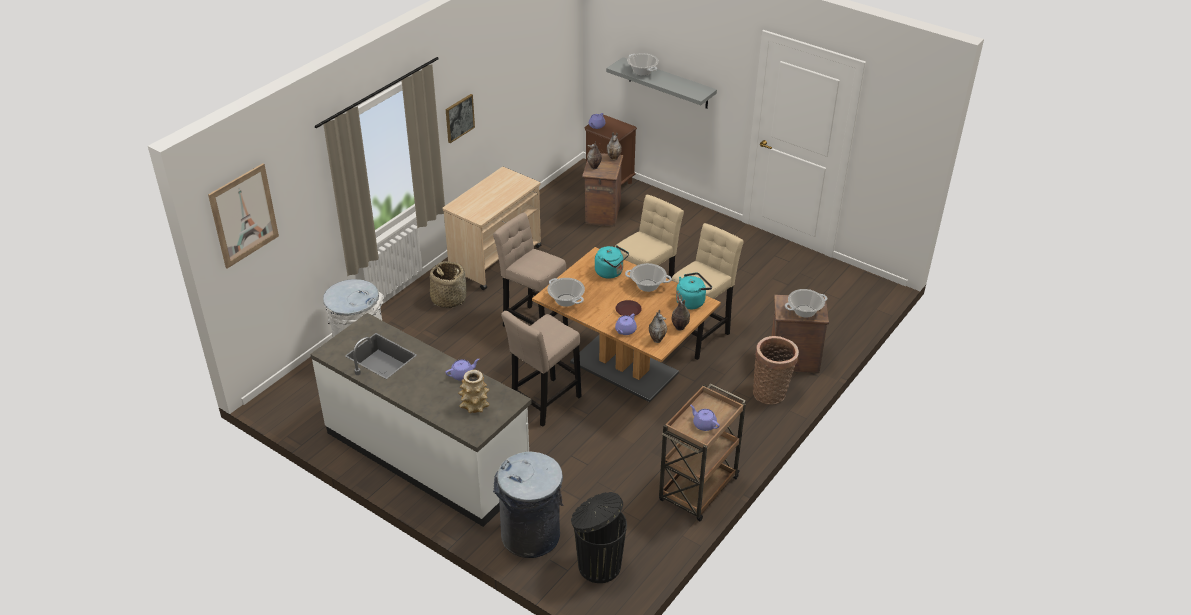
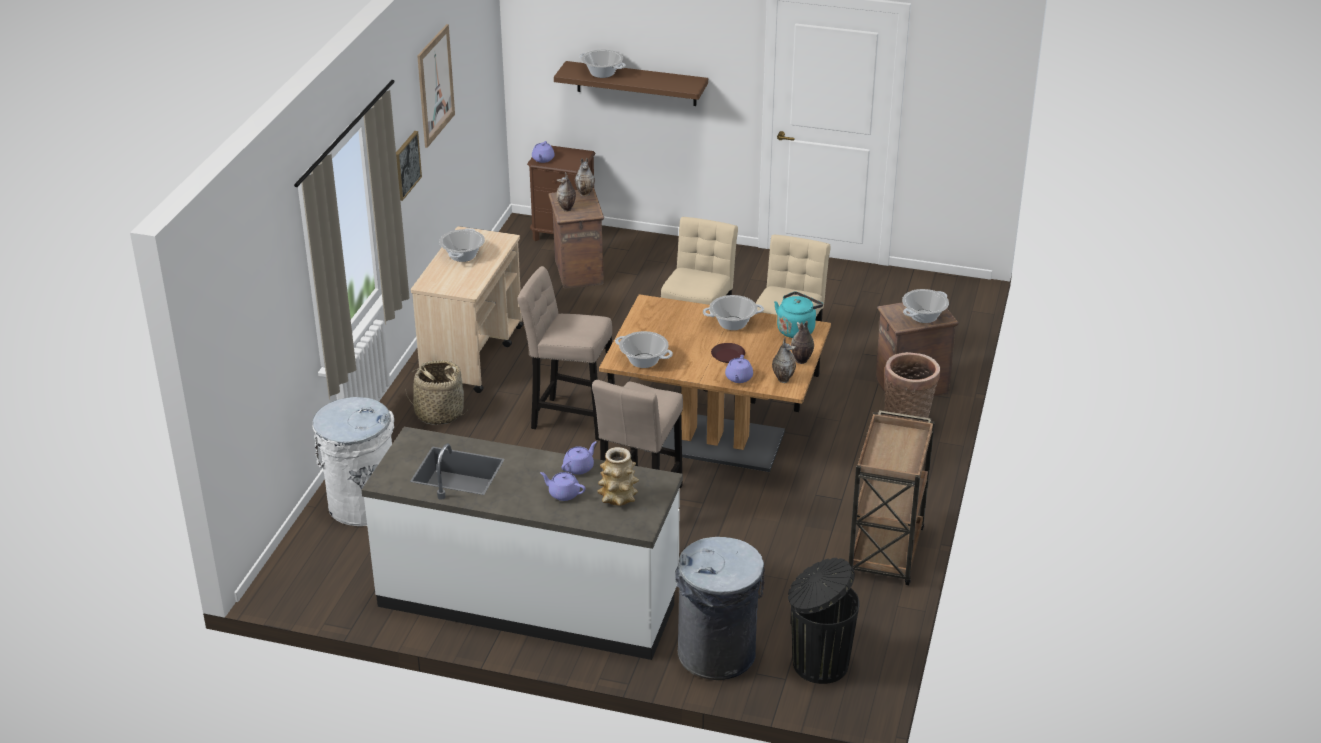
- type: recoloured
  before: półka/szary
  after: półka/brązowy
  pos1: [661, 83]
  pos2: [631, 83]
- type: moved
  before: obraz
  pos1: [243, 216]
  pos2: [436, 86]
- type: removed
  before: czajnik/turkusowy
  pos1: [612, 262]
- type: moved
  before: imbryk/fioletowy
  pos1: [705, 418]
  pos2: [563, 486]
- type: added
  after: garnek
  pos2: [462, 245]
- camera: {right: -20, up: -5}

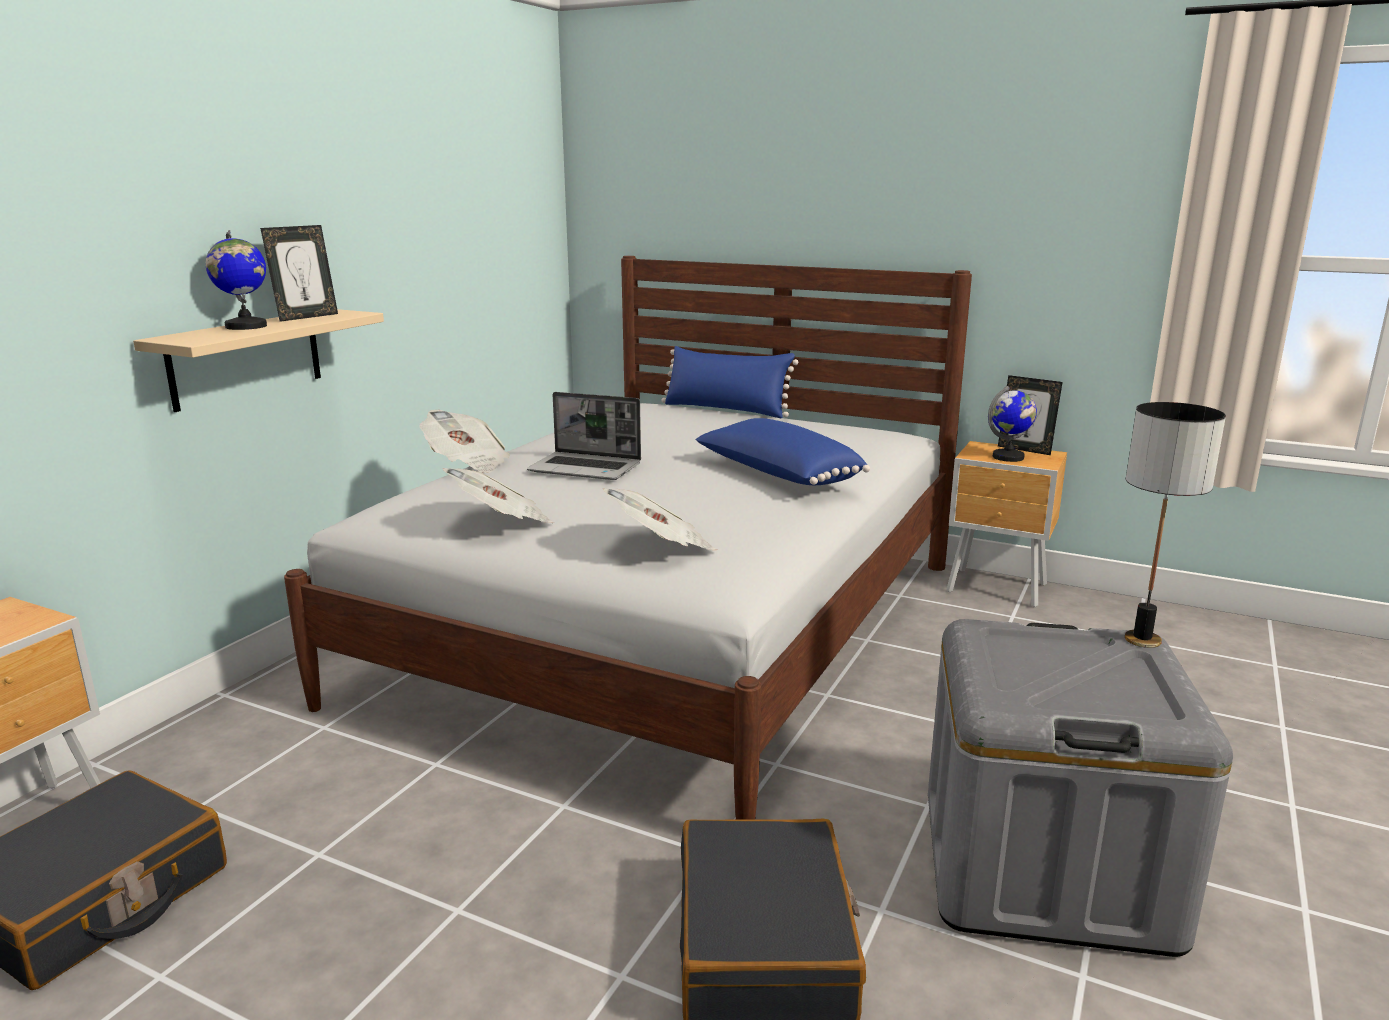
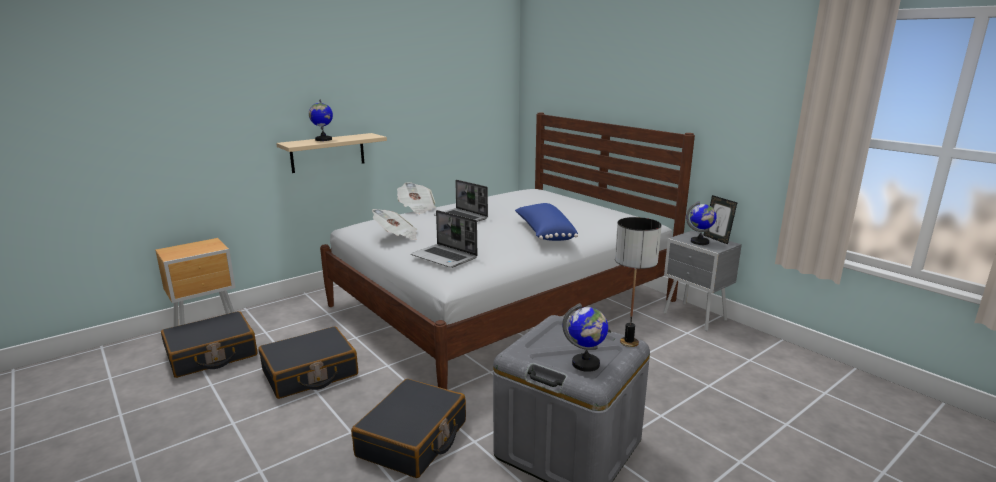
- type: removed
  before: ramka na zdjęcie
  pos1: [299, 273]
- type: removed
  before: poduszka/niebieski
  pos1: [729, 382]
- type: recoloured
  before: szafka nocna/brązowy
  after: szafka nocna/szary
  pos1: [1007, 524]
  pos2: [702, 281]
- type: replaced
  before: gazeta
  after: laptop
  pos1: [660, 520]
  pos2: [444, 239]
- type: added
  after: globus
  pos2: [585, 337]
- type: added
  after: walizka/czarny
  pos2: [308, 363]
- camera: {right: 25, up: 0}

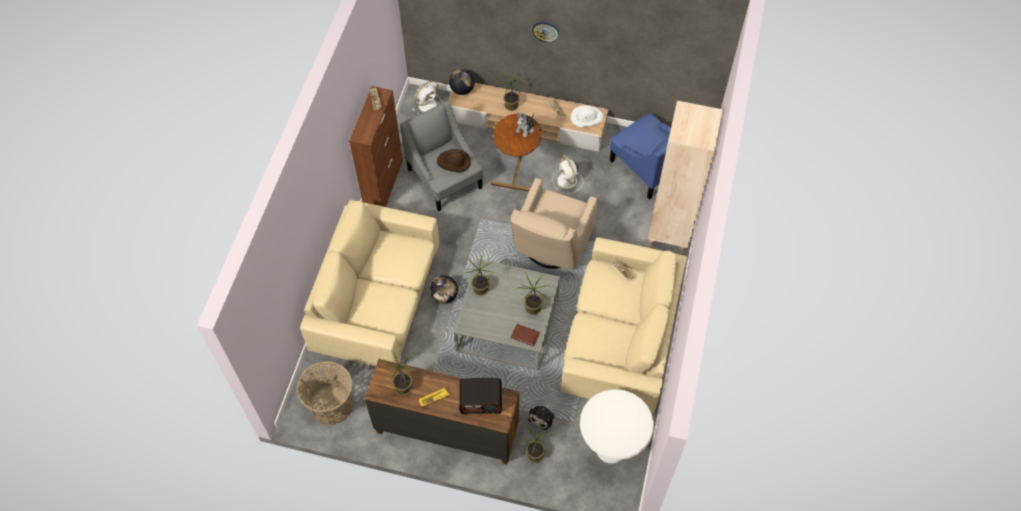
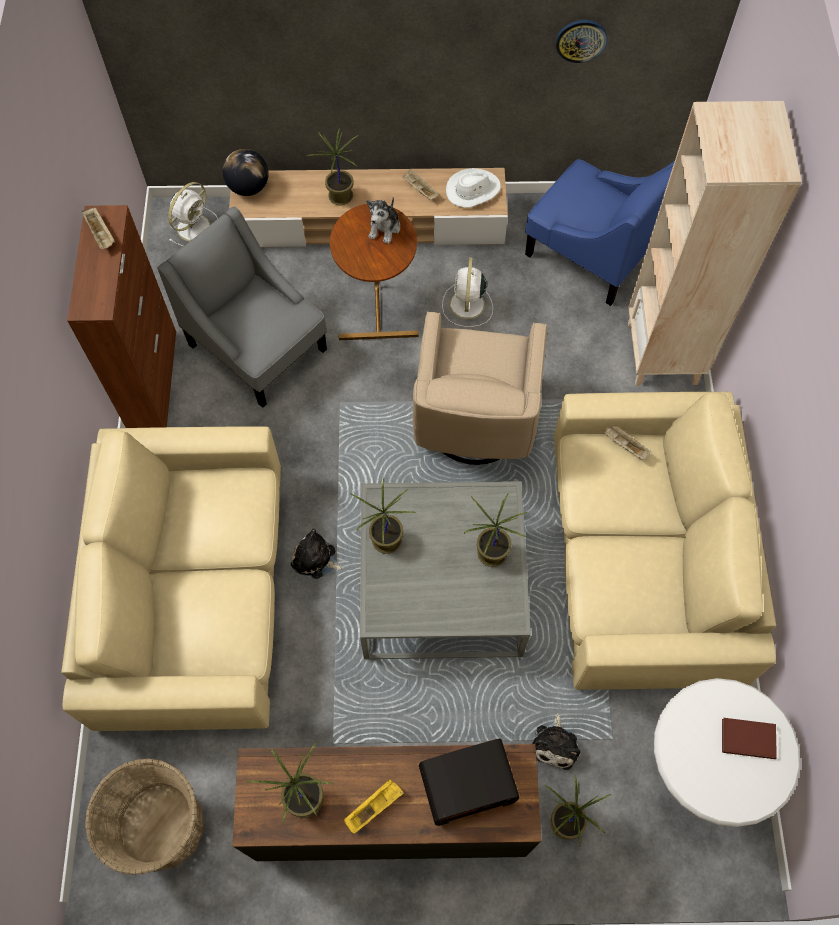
- type: moved
  before: zegar ścienny
  pos1: [545, 31]
  pos2: [581, 41]
- type: removed
  before: kapelusz/brązowy
  pos1: [454, 160]
- type: turned
  before: wentylator/biały
  pos1: [567, 174]
  pos2: [467, 292]
  turn: 45
- type: replaced
  before: globus
  after: pluszak
  pos1: [444, 289]
  pos2: [317, 554]
- type: moved
  before: książka/brązowy
  pos1: [525, 335]
  pos2: [749, 738]
- camera: {right: -15, up: 5}

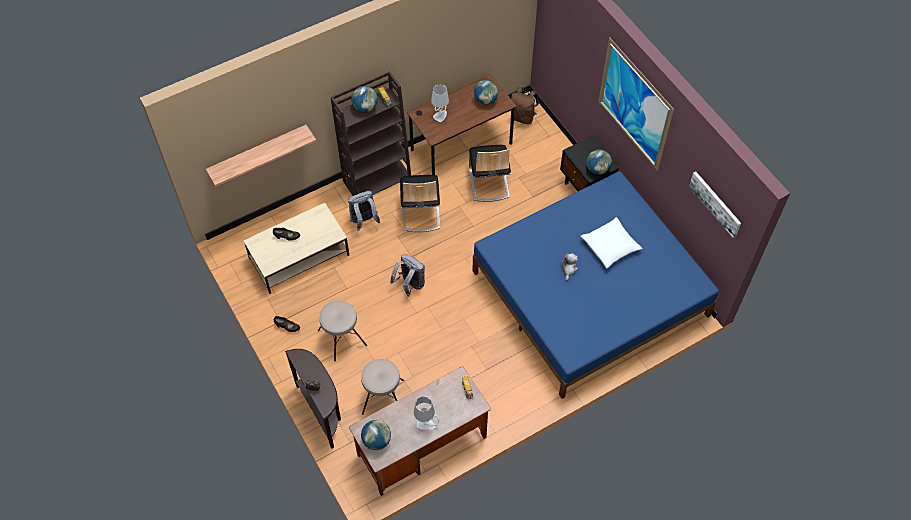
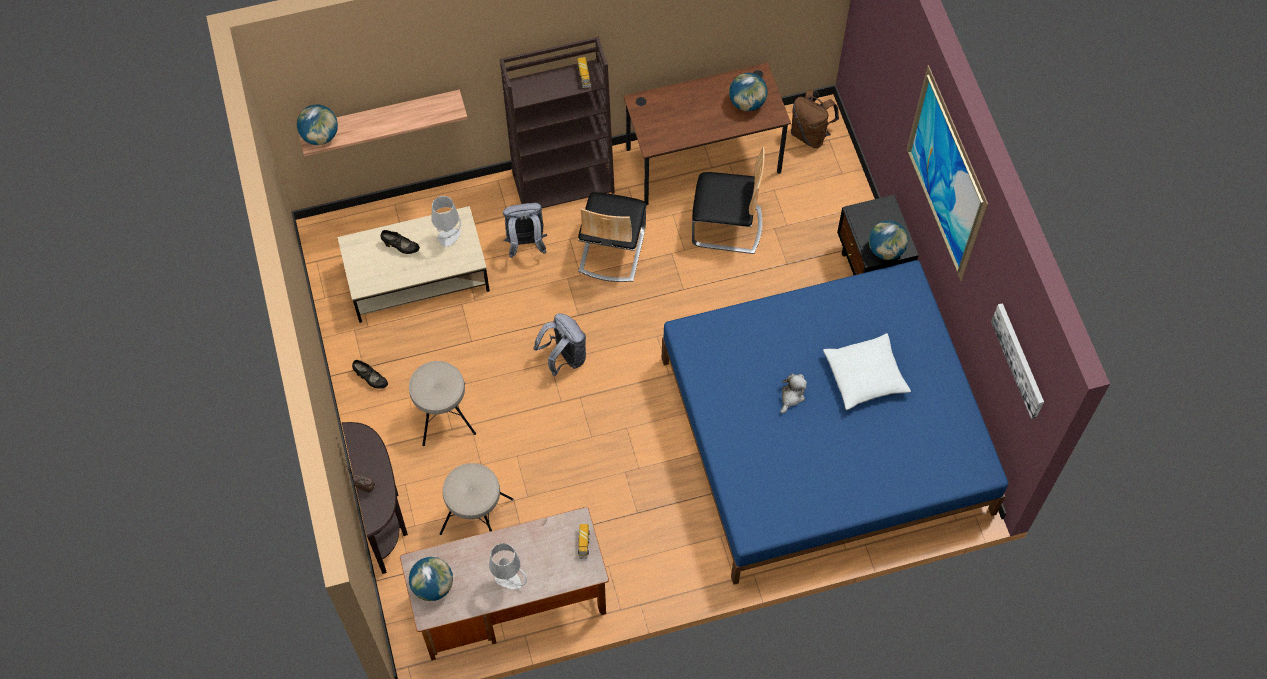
- type: moved
  before: lampa stołowa/szary
  pos1: [440, 103]
  pos2: [446, 221]
- type: moved
  before: globus
  pos1: [364, 99]
  pos2: [317, 125]
- type: turned
  before: krzesło
  pos1: [490, 173]
  pos2: [728, 200]
  turn: -90
- camera: {right: 15, up: 5}

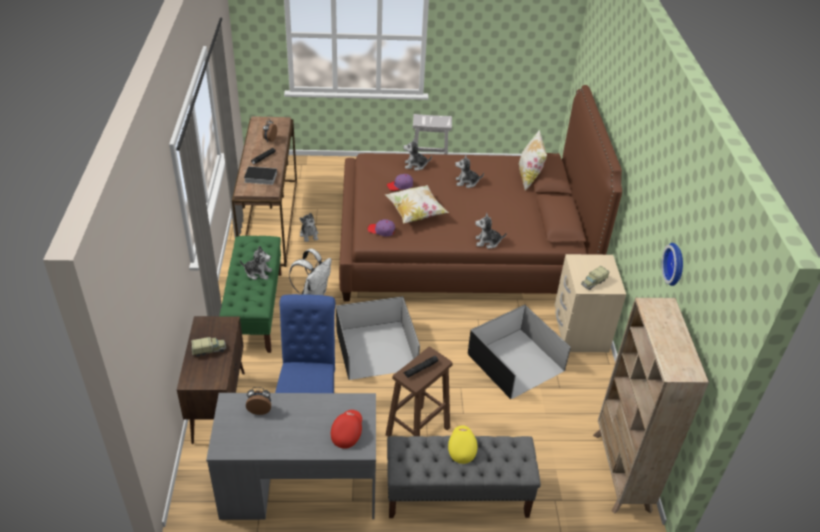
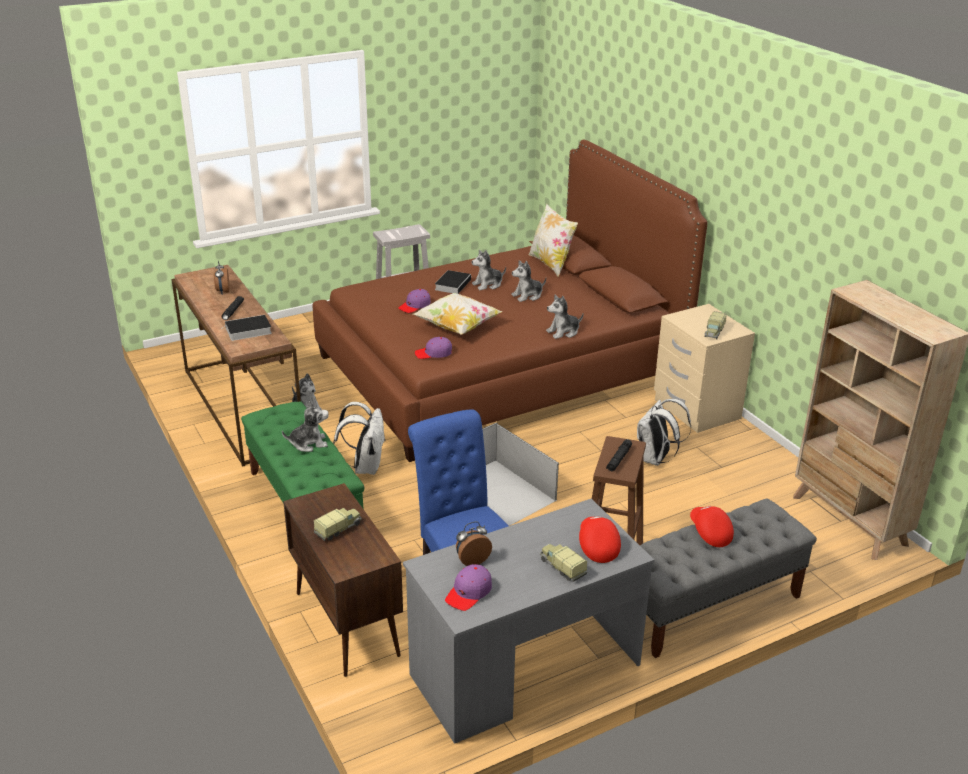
- type: moved
  before: pluszak
  pos1: [417, 154]
  pos2: [528, 281]
- type: removed
  before: zegar ścienny
  pos1: [672, 264]
- type: replaced
  before: pojemnik do przechowywania/czarny
  after: plecak/biały
  pos1: [519, 352]
  pos2: [664, 432]
- type: recoloured
  before: czapka z daszkiem/żółty
  after: czapka z daszkiem/czerwony
  pos1: [462, 444]
  pos2: [712, 526]
- type: added
  after: książka
  pos2: [453, 282]
- type: added
  after: ciężarówka zabawkowa
  pos2: [563, 563]
- type: added
  after: czapka z daszkiem/fioletowy
  pos2: [468, 587]
- camera: {right: -25, up: -10}

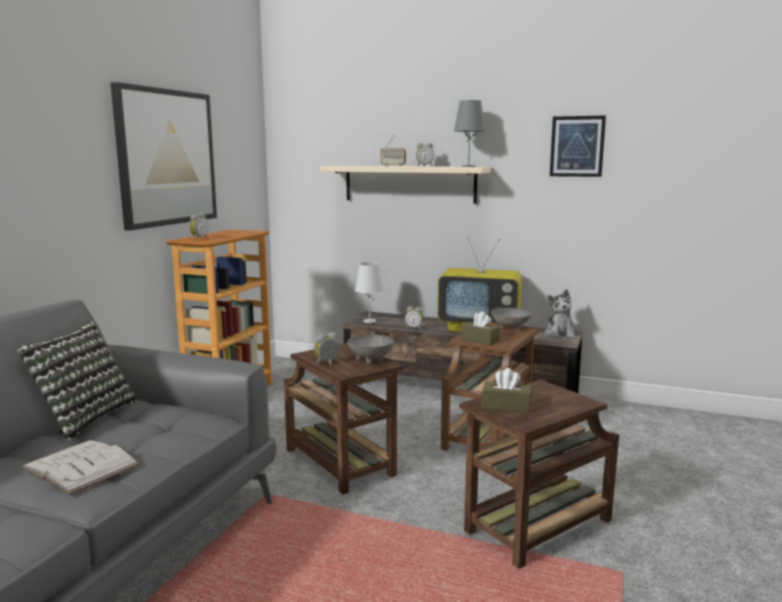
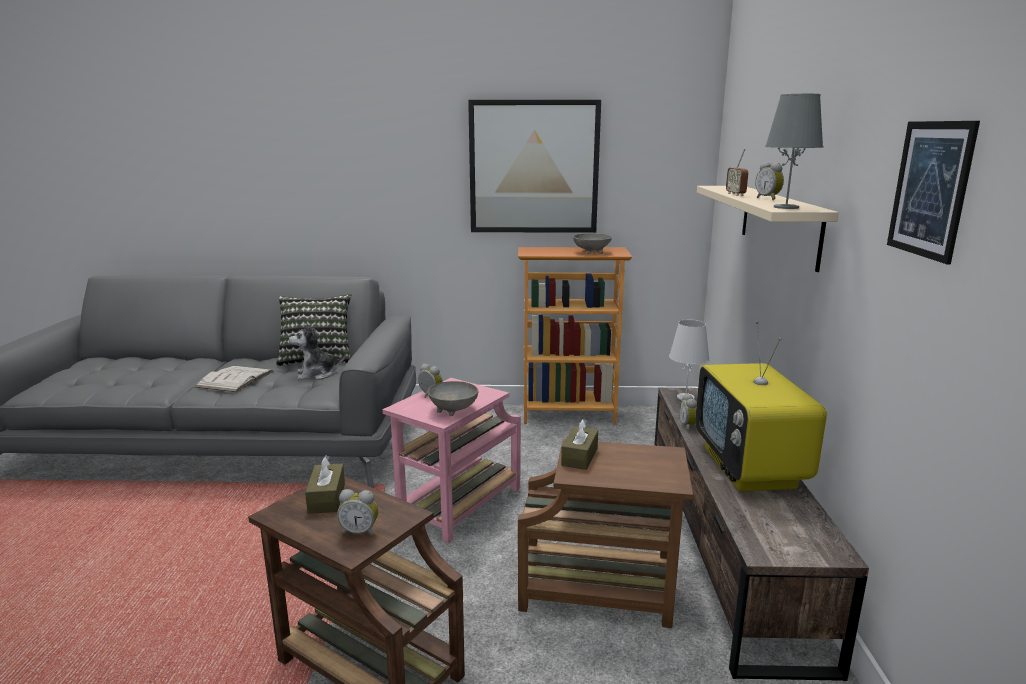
- type: moved
  before: budzik
  pos1: [198, 226]
  pos2: [357, 513]
- type: moved
  before: pluszak
  pos1: [560, 314]
  pos2: [317, 351]
- type: moved
  before: miska/szary
  pos1: [511, 319]
  pos2: [592, 243]
- type: recoloured
  before: stolik/brązowy
  after: stolik/różowy
  pos1: [344, 419]
  pos2: [451, 460]
- camera: {right: 70, up: 5}

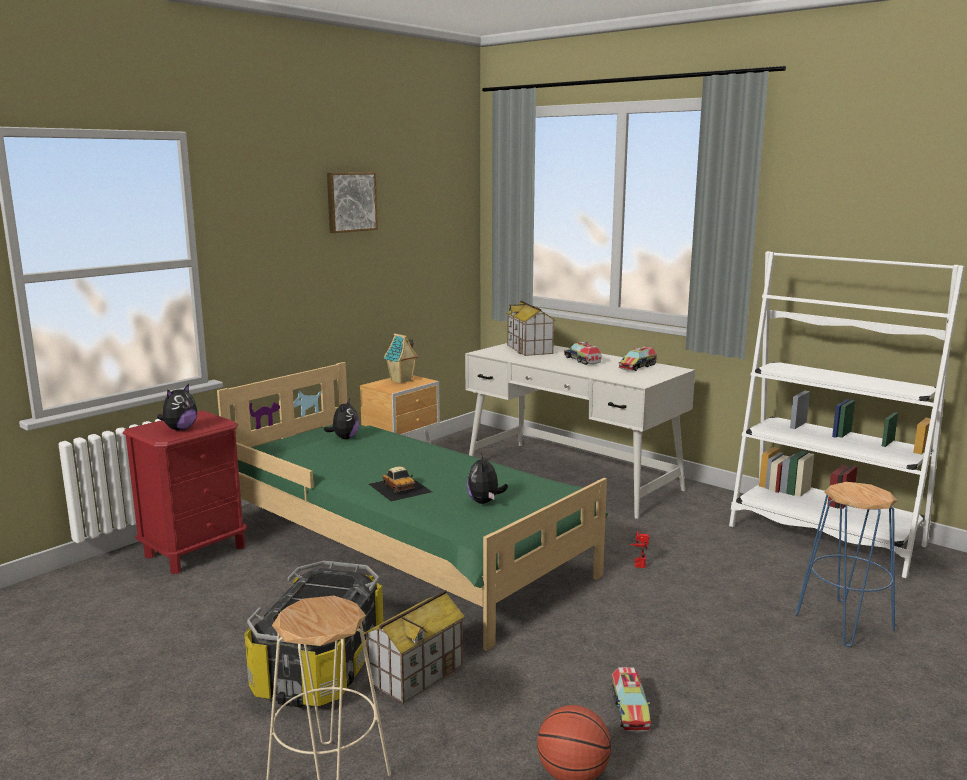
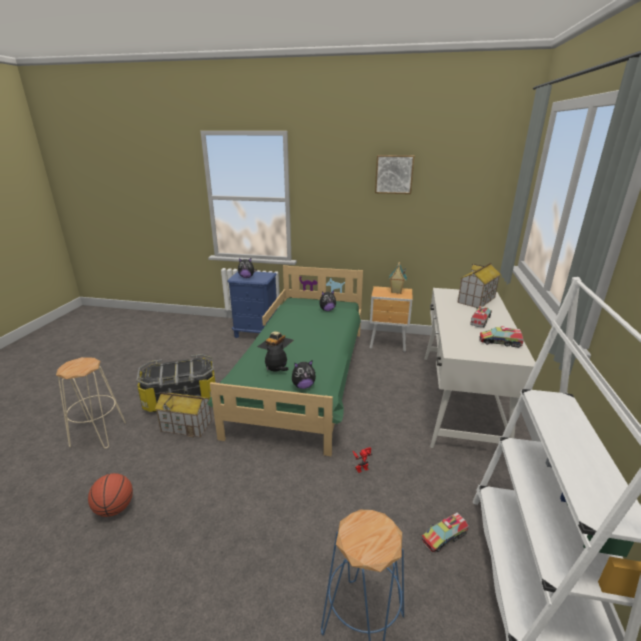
- type: recoloured
  before: szafka nocna/czerwony
  after: szafka nocna/niebieski
  pos1: [185, 492]
  pos2: [252, 305]
- type: moved
  before: ciężarówka zabawkowa
  pos1: [631, 700]
  pos2: [445, 532]
- type: added
  after: pluszak
  pos2: [304, 375]
- camera: {right: 60, up: 10}

